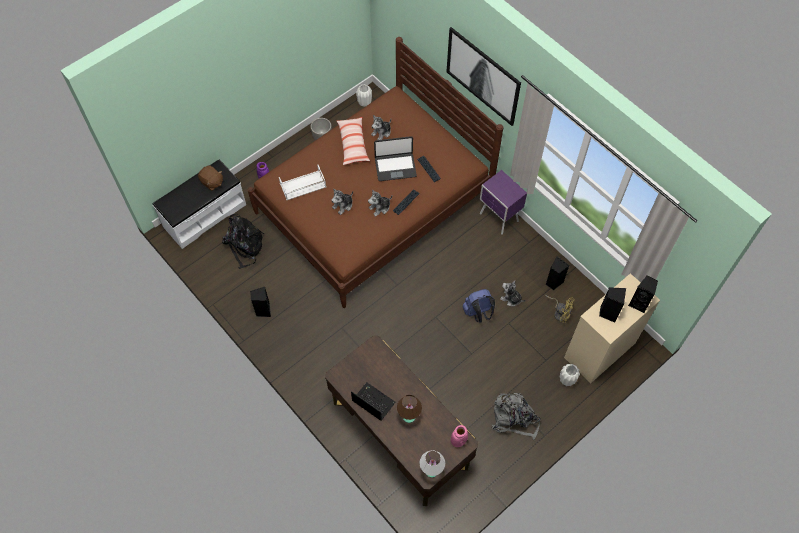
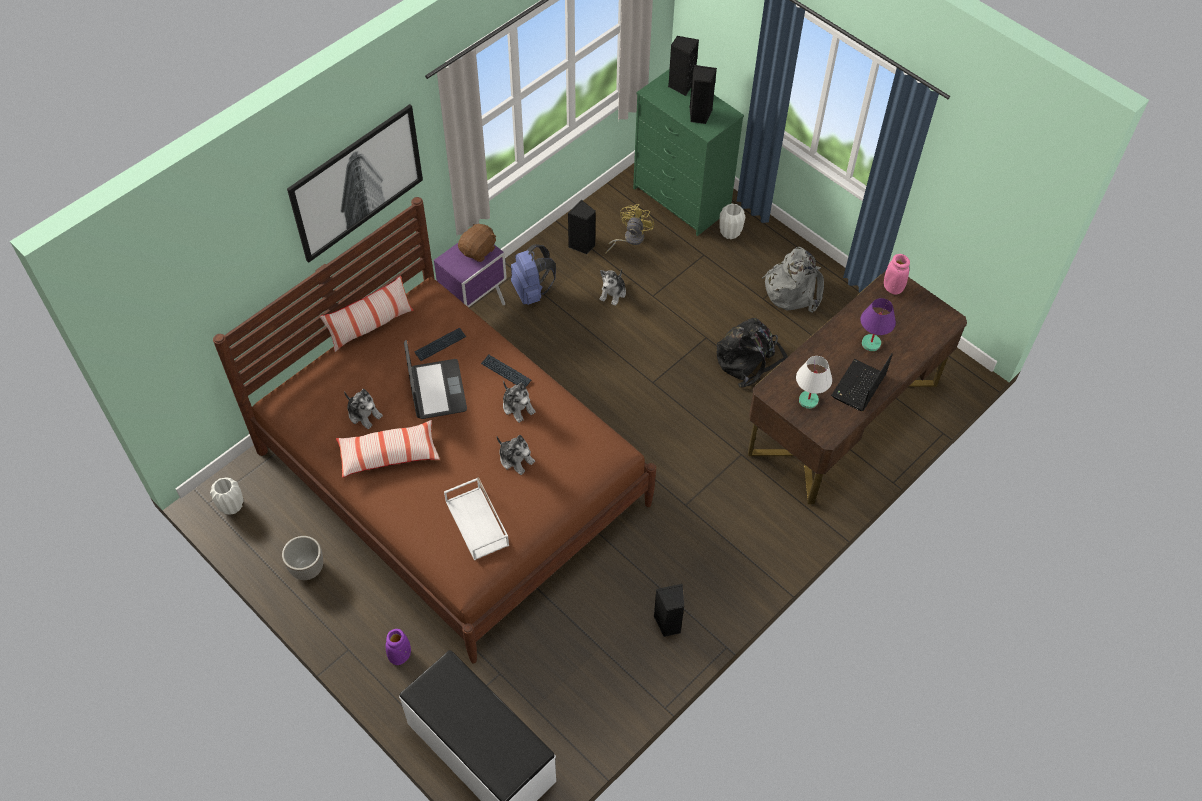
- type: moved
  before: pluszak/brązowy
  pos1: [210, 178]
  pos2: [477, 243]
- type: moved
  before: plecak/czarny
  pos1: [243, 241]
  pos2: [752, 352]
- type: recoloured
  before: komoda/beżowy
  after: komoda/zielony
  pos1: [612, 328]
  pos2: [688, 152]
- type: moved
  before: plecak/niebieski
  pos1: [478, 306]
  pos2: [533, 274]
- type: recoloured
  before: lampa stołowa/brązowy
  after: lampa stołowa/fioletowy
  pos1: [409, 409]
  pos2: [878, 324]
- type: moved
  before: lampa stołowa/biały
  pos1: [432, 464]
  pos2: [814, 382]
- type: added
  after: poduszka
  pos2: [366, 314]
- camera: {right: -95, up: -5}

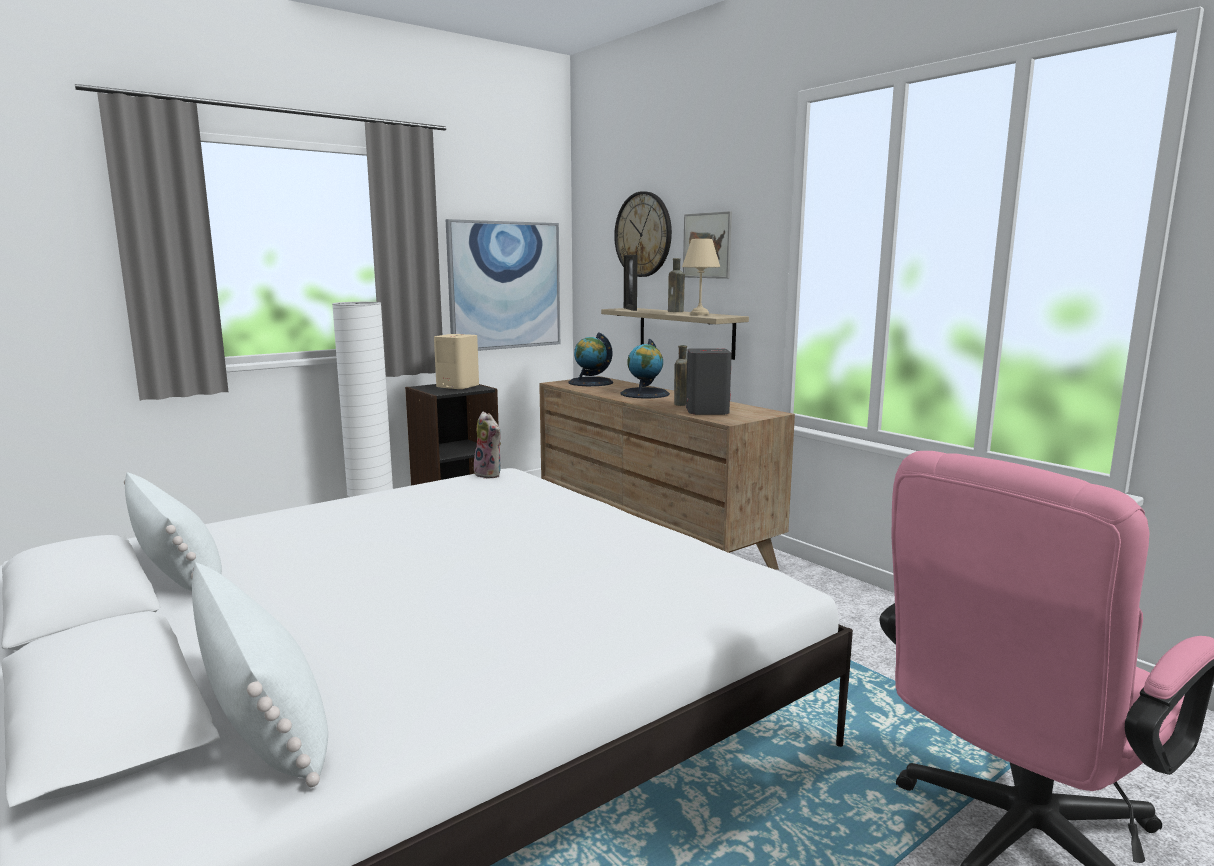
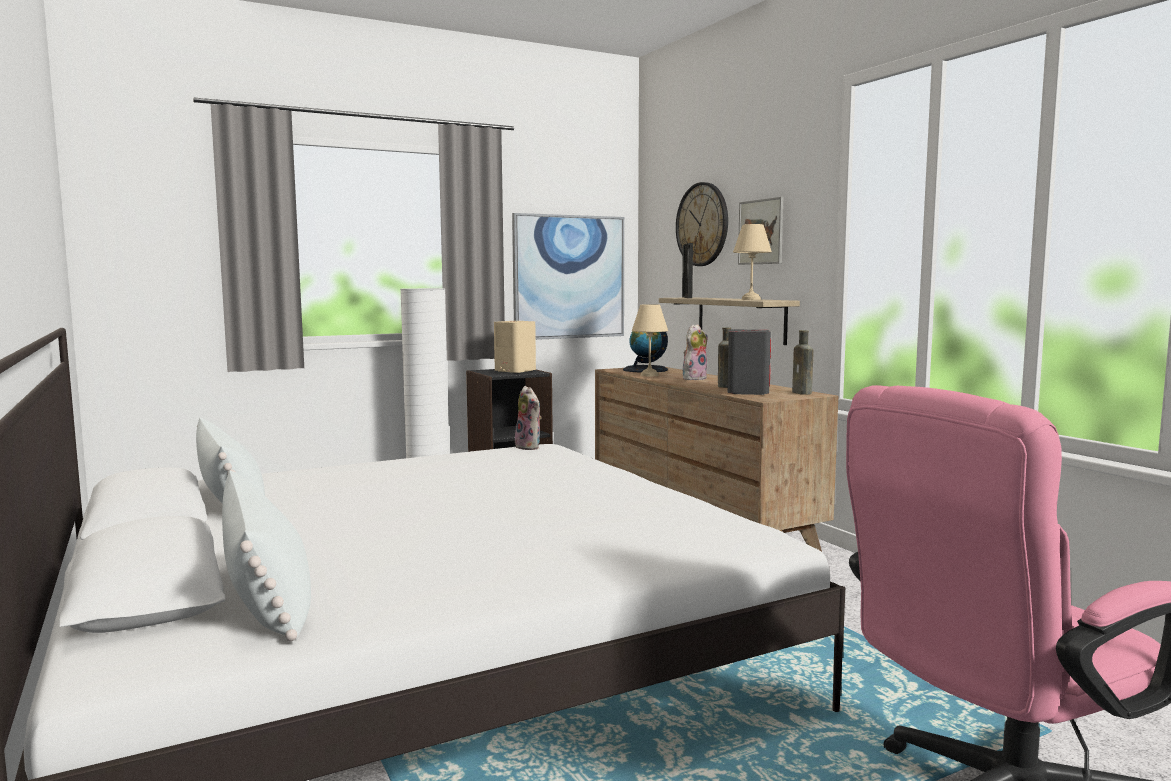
- type: moved
  before: butelka/brązowy
  pos1: [676, 285]
  pos2: [803, 362]
- type: replaced
  before: globus
  after: pluszak
  pos1: [645, 368]
  pos2: [695, 352]
- type: added
  after: lampa stołowa/beżowy
  pos2: [650, 340]
- camera: {right: 10, up: -5}

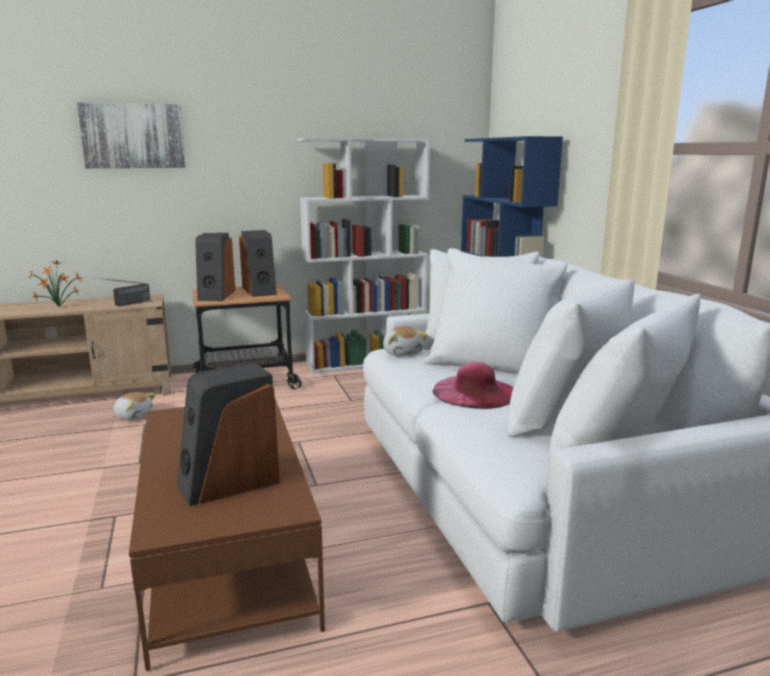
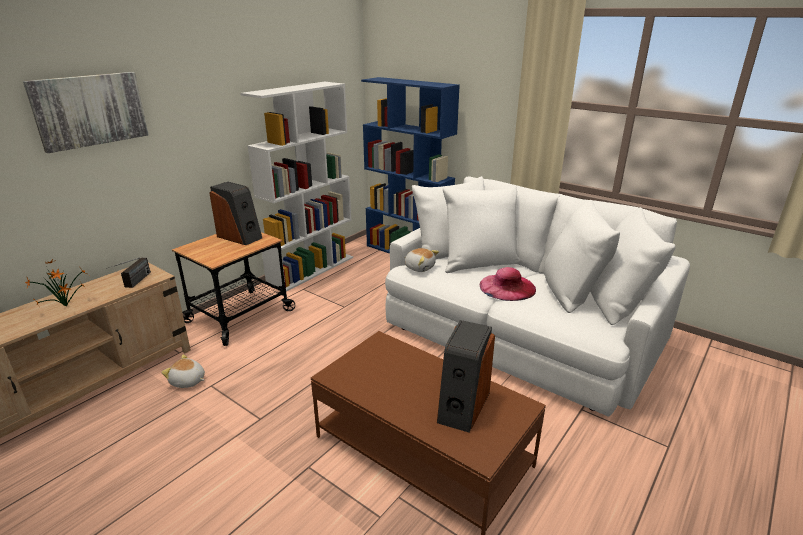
- type: removed
  before: głośnik
  pos1: [215, 267]
- type: turned
  before: pluszak
  pos1: [134, 406]
  pos2: [183, 371]
  turn: -150
- camera: {right: -35, up: 10}

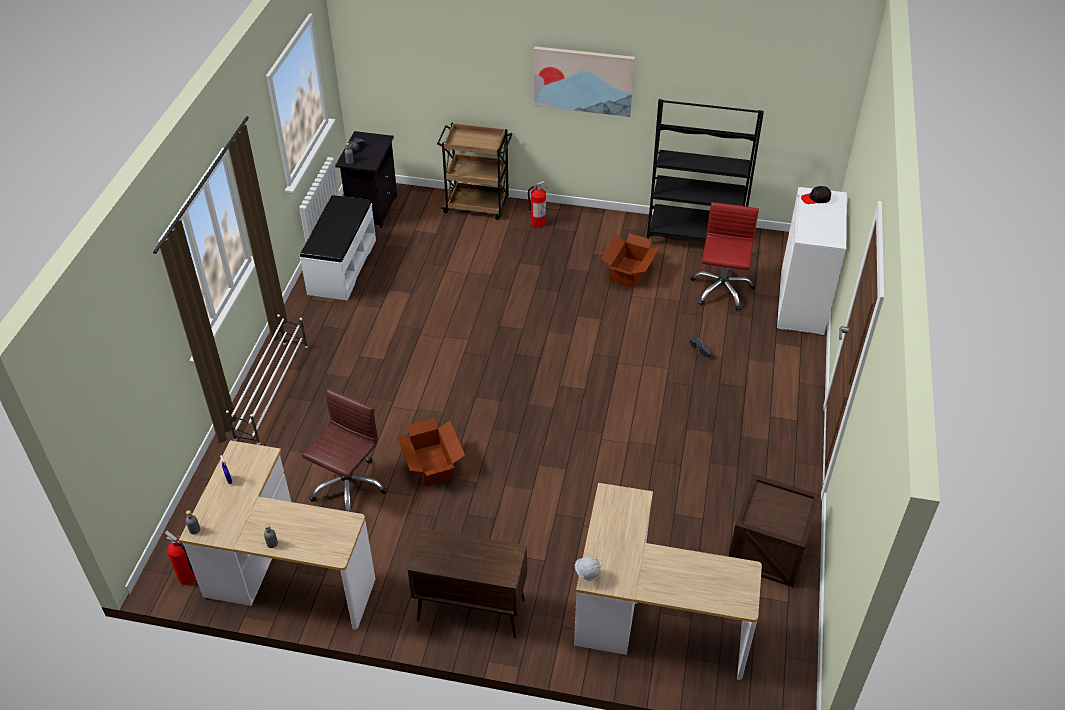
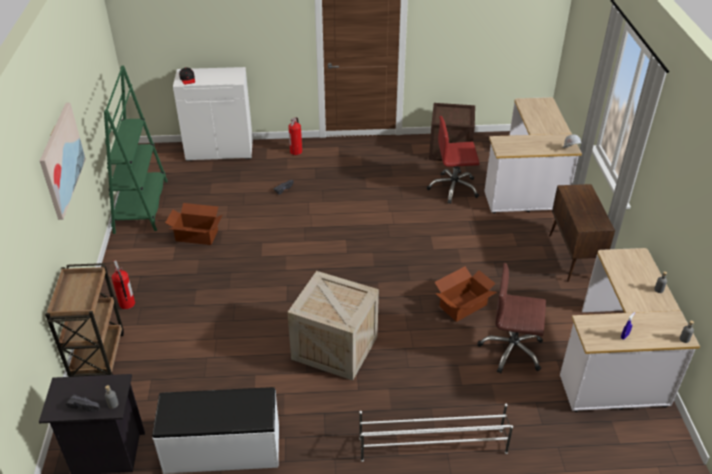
- type: recoloured
  before: regał/czarny
  after: regał/zielony
  pos1: [705, 171]
  pos2: [136, 150]
- type: moved
  before: krzesło biurowe/czerwony
  pos1: [725, 256]
  pos2: [453, 160]
- type: moved
  before: gaśnica
  pos1: [181, 558]
  pos2: [295, 136]
- type: added
  after: skrzynka
  pos2: [333, 326]
- camera: {right: -105, up: -5}

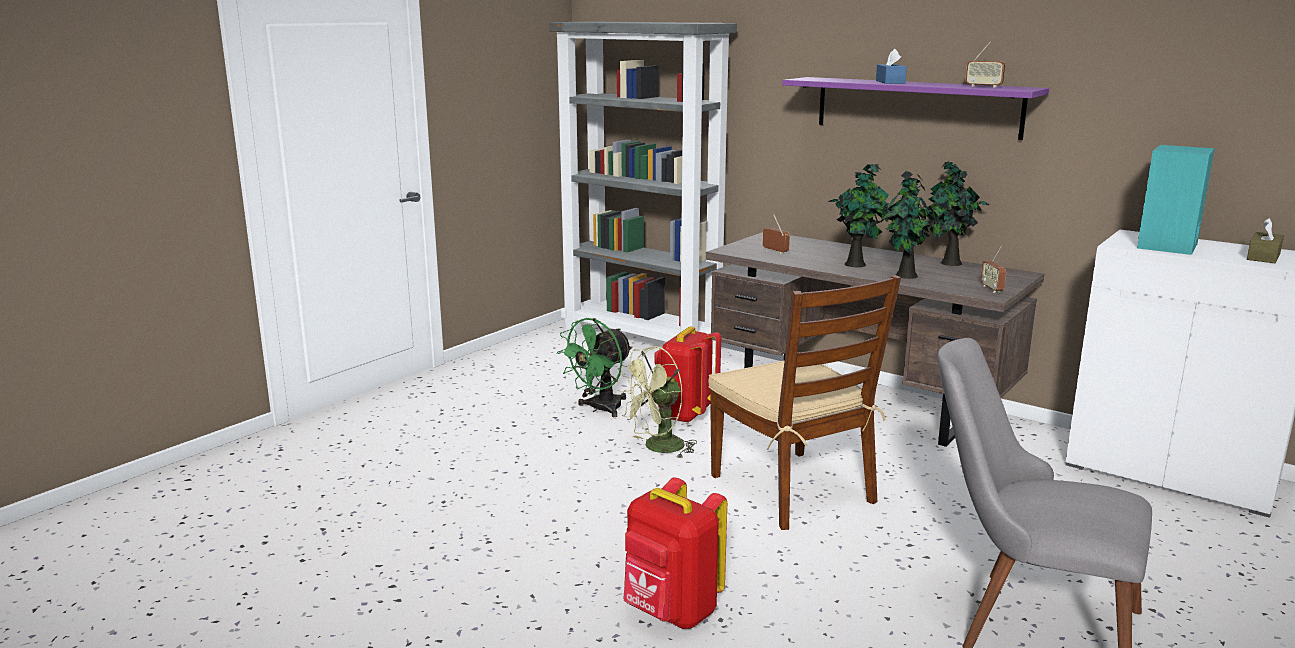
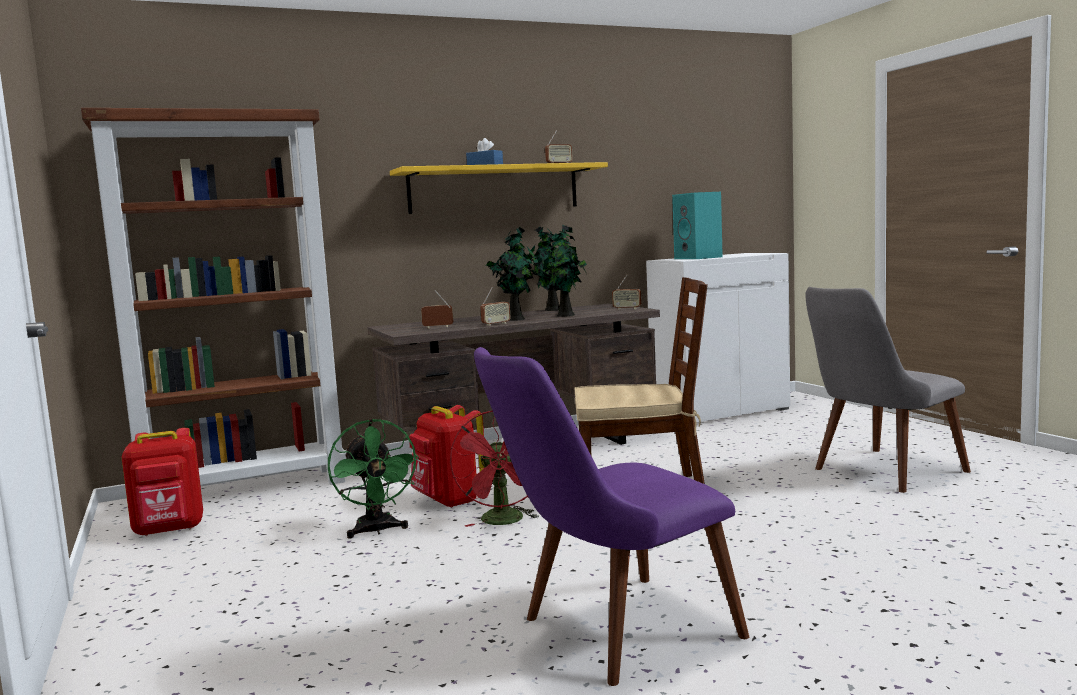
- type: recoloured
  before: regał/szary
  after: regał/brązowy
  pos1: [643, 187]
  pos2: [213, 296]
- type: recoloured
  before: półka/fioletowy
  after: półka/żółty
  pos1: [915, 108]
  pos2: [499, 188]
- type: removed
  before: pudełko chusteczek/brązowy
  pos1: [1265, 240]
- type: recoloured
  before: wentylator/zielony
  after: wentylator/czerwony
  pos1: [657, 402]
  pos2: [494, 469]
- type: moved
  before: plecak/czerwony
  pos1: [675, 553]
  pos2: [162, 482]
- type: added
  after: radio
  pos2: [496, 306]
- type: added
  after: krzesło/fioletowy
  pos2: [611, 516]
- camera: {right: -60, up: -10}

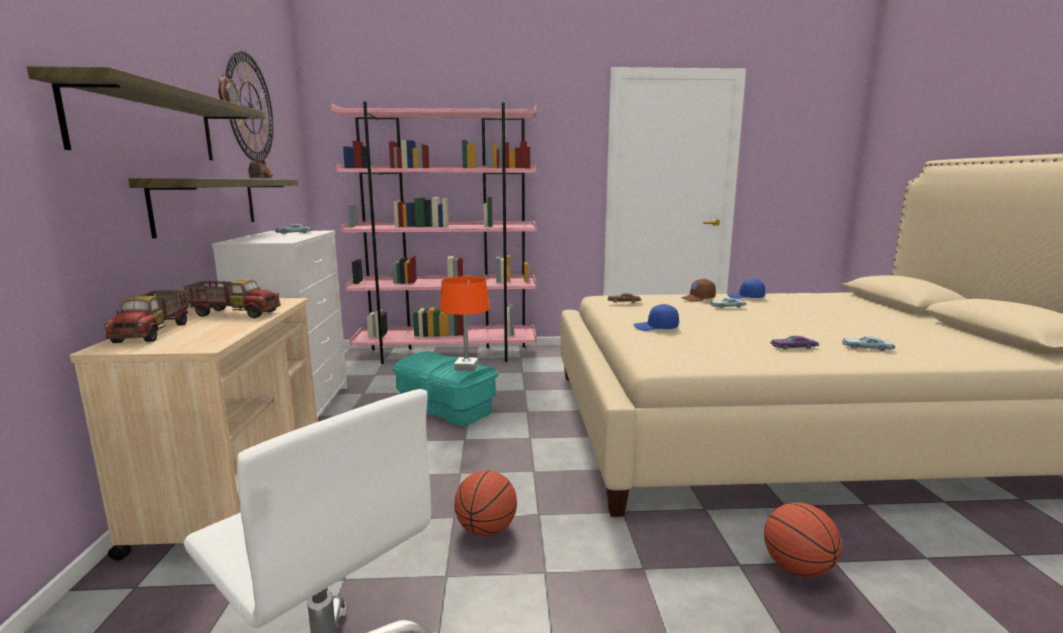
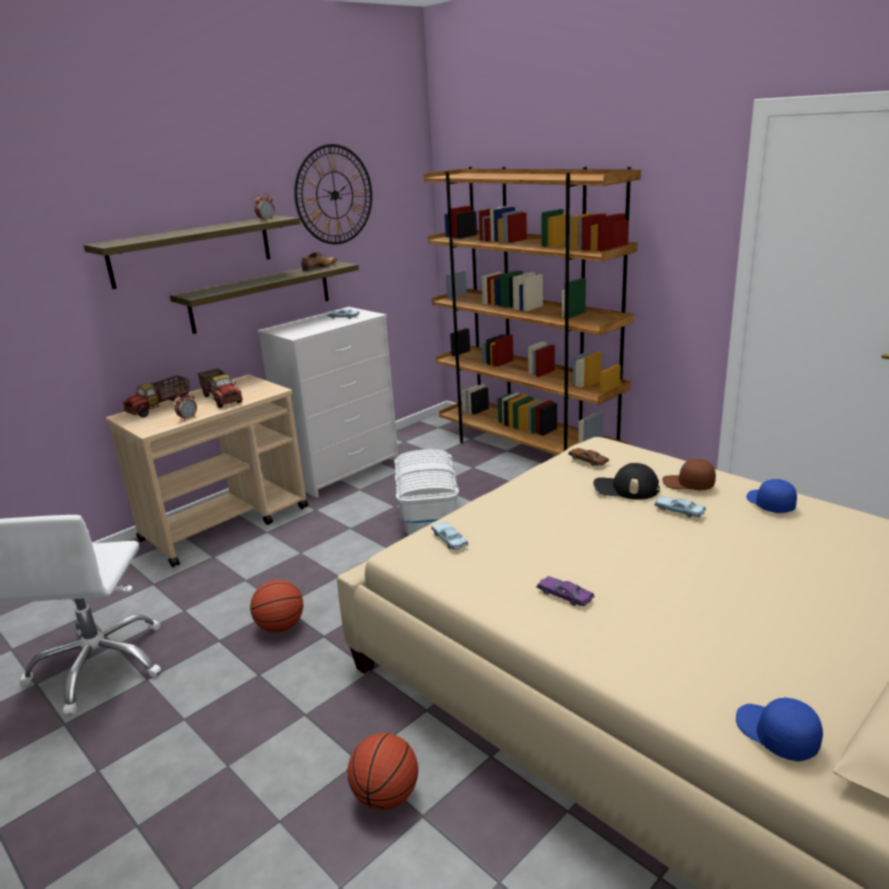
- type: recoloured
  before: regał/różowy
  after: regał/brązowy
  pos1: [434, 232]
  pos2: [532, 311]
- type: removed
  before: lampa stołowa/pomarańczowy
  pos1: [465, 323]
- type: moved
  before: czapka z daszkiem/niebieski
  pos1: [656, 317]
  pos2: [779, 729]
- type: moved
  before: samochodzik/niebieski
  pos1: [868, 343]
  pos2: [449, 536]
- type: recoloured
  before: pojemnik do przechowywania/turkusowy
  after: pojemnik do przechowywania/biały
  pos1: [445, 388]
  pos2: [426, 492]
- type: added
  after: budzik
  pos2: [186, 405]
- type: added
  after: czapka z daszkiem/czarny
  pos2: [626, 481]
- camera: {right: 50, up: 10}

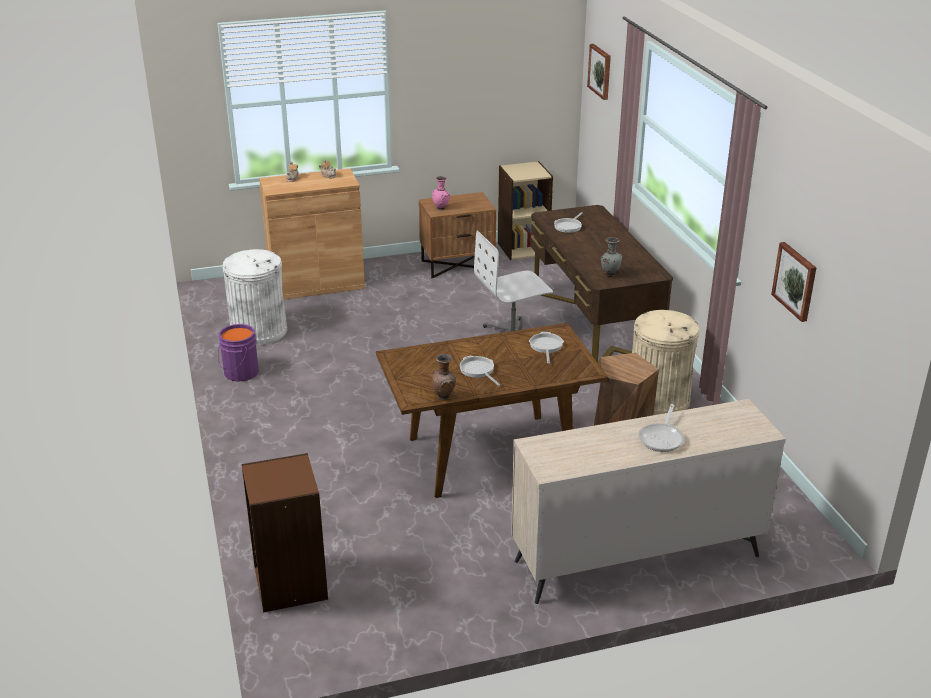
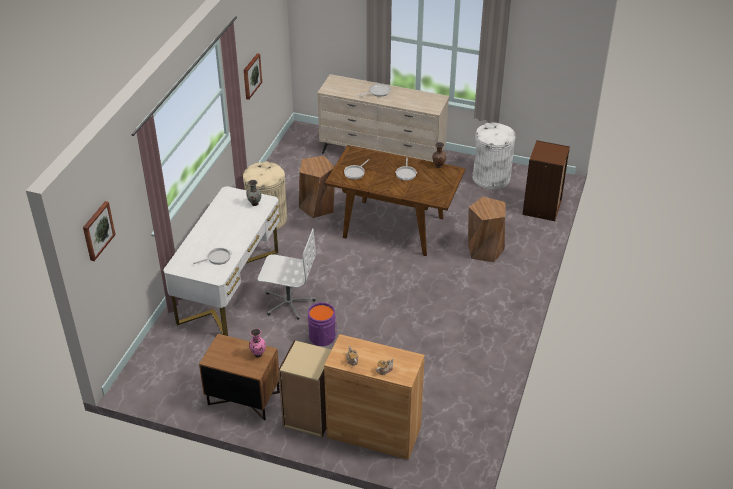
- type: moved
  before: regał/beżowy
  pos1: [525, 210]
  pos2: [305, 388]
- type: recoloured
  before: biurko/brązowy
  after: biurko/biały
  pos1: [601, 286]
  pos2: [221, 261]
- type: moved
  before: kosz na śmieci/biały
  pos1: [255, 297]
  pos2: [493, 156]
- type: moved
  before: wiadro/fioletowy
  pos1: [238, 353]
  pos2: [322, 324]
- type: added
  after: stołek/brązowy
  pos2: [486, 229]
- camera: {right: -145, up: 10}

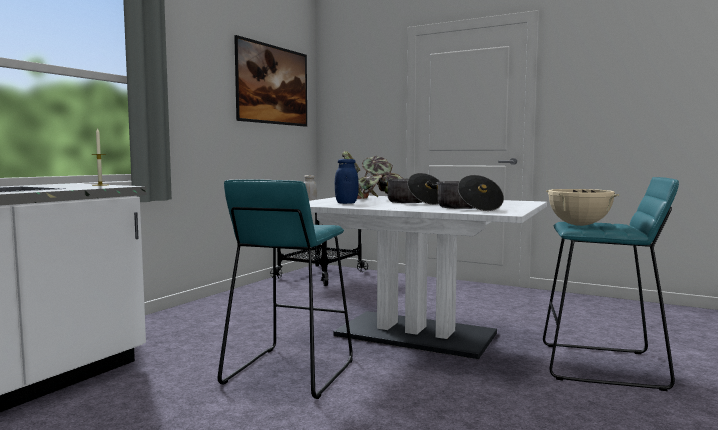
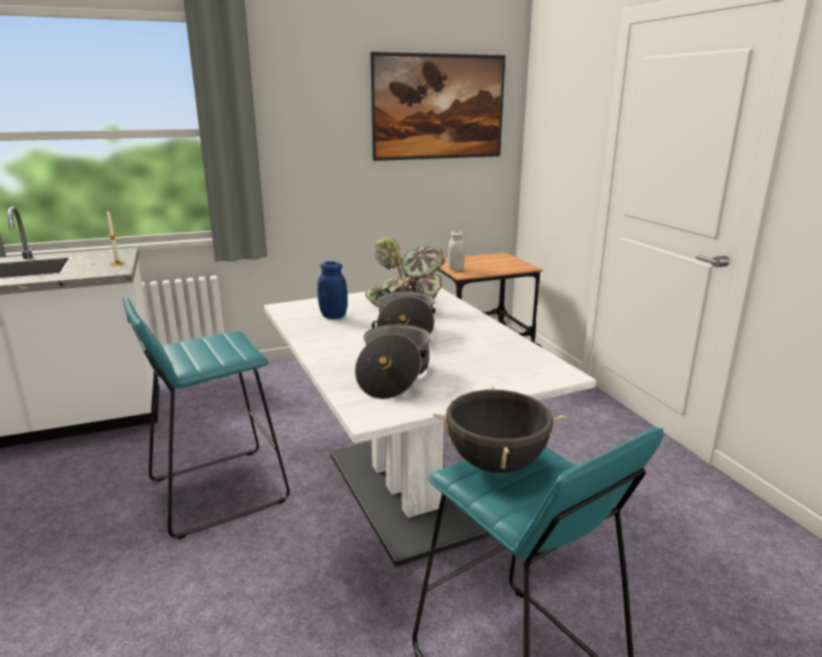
- type: recoloured
  before: garnek/beżowy
  after: garnek/czarny
  pos1: [582, 207]
  pos2: [499, 429]
- camera: {right: 40, up: 15}

